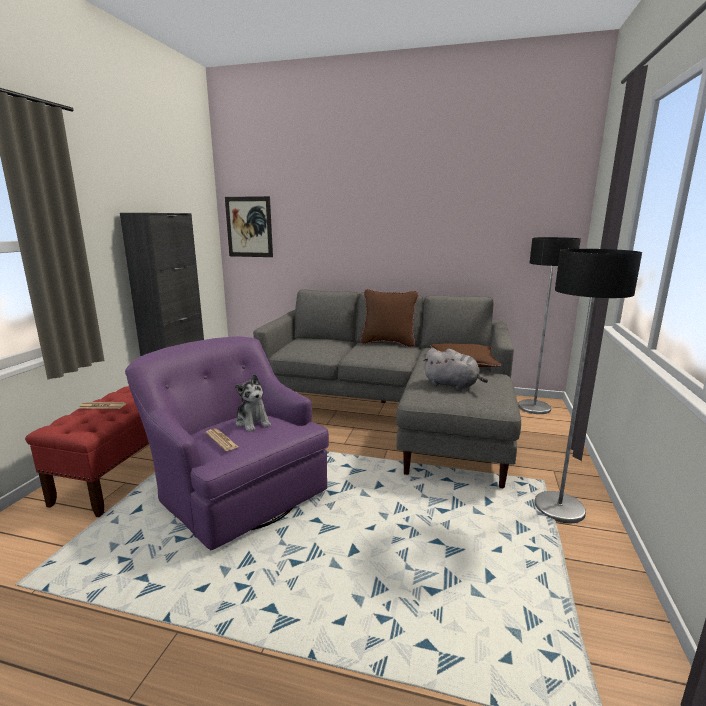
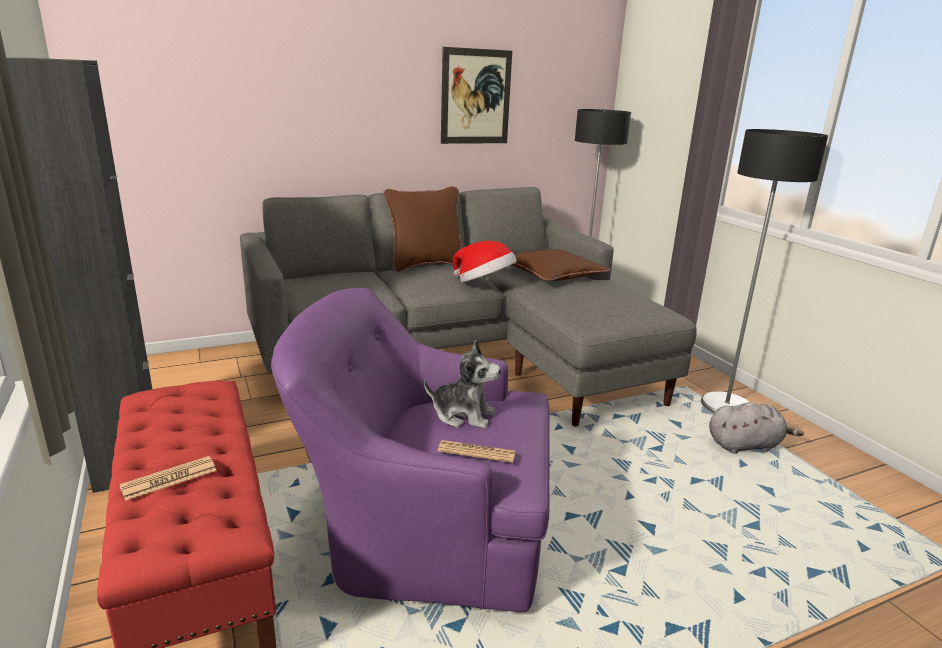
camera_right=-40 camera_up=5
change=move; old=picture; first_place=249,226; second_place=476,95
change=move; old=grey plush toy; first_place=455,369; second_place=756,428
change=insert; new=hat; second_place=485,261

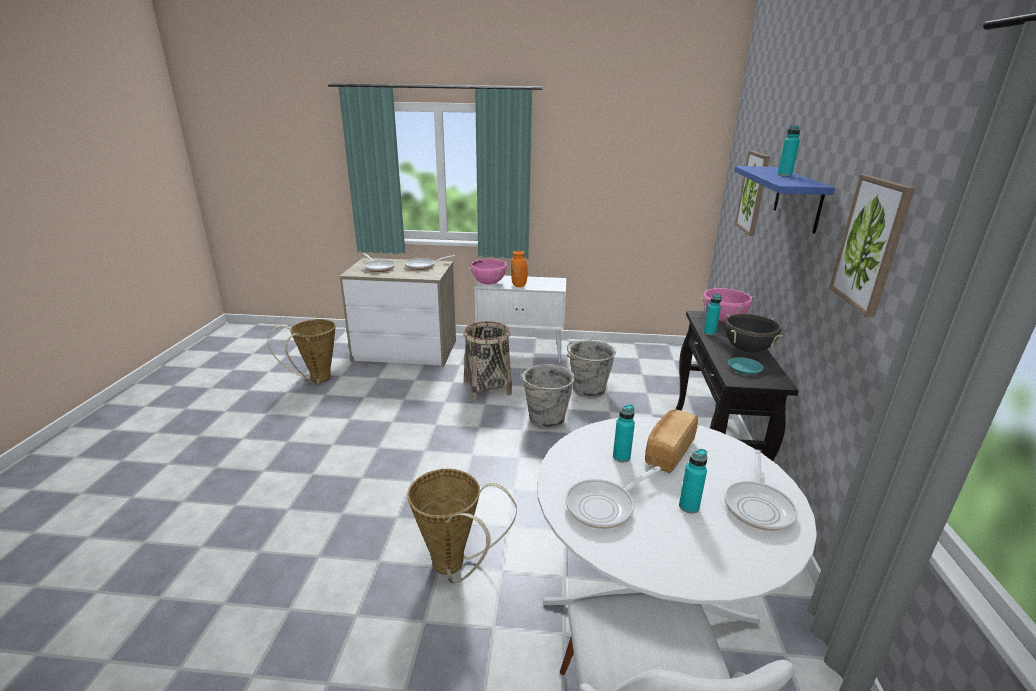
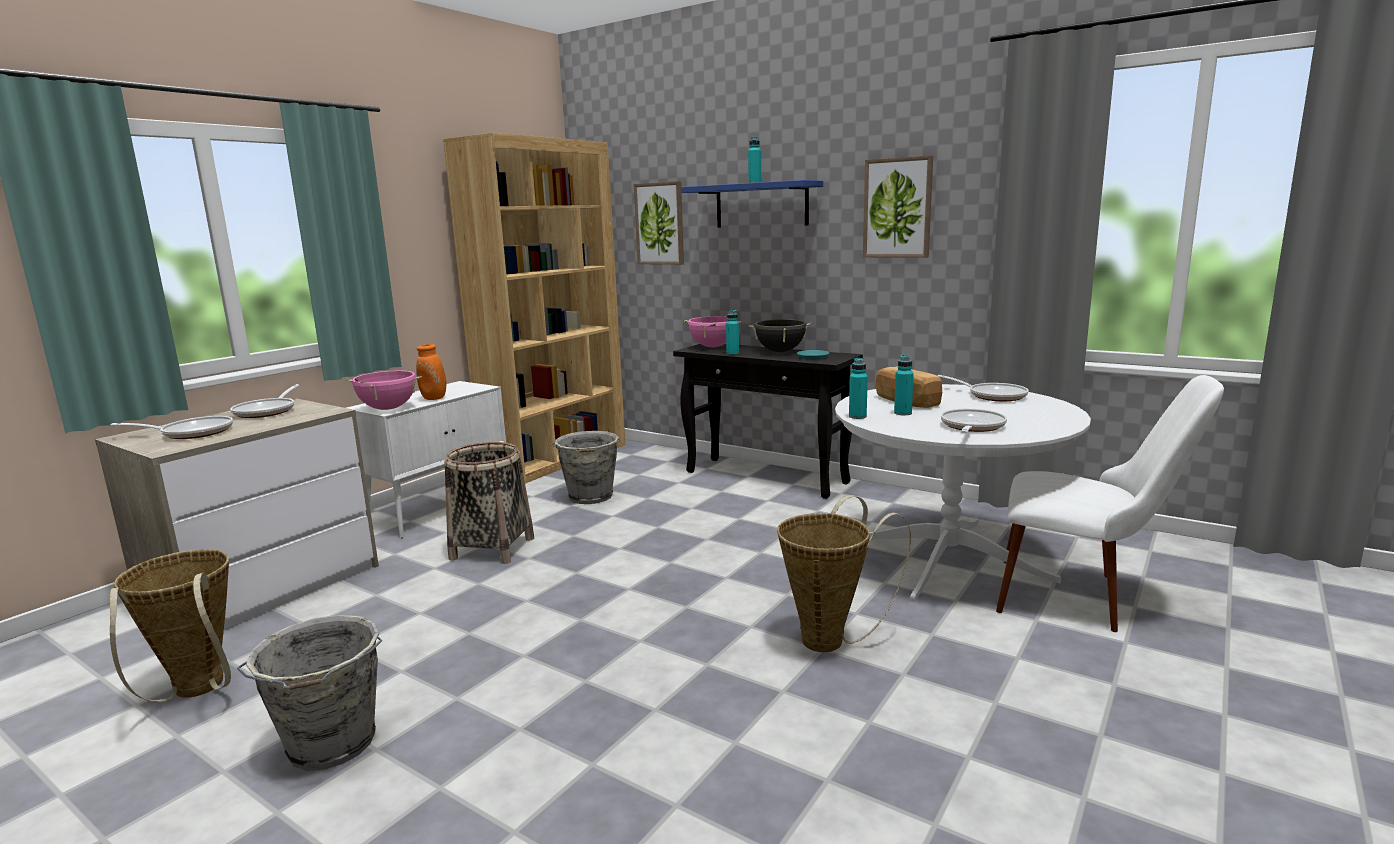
camera_right=-60 camera_up=-10
change=move; old=grey bucket; first_place=547,396; second_place=309,693
change=rotate; old=frying pan; first_place=613,497; second_place=974,421; degrees=-150
change=move; old=turquoise bottle; first_place=693,481; second_place=858,388
change=insert; new=brown bookcase; second_place=534,308

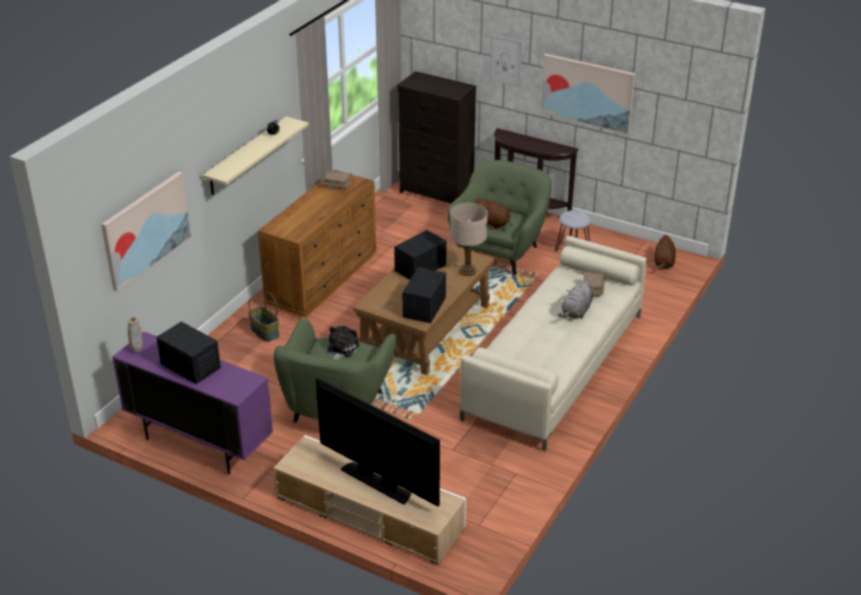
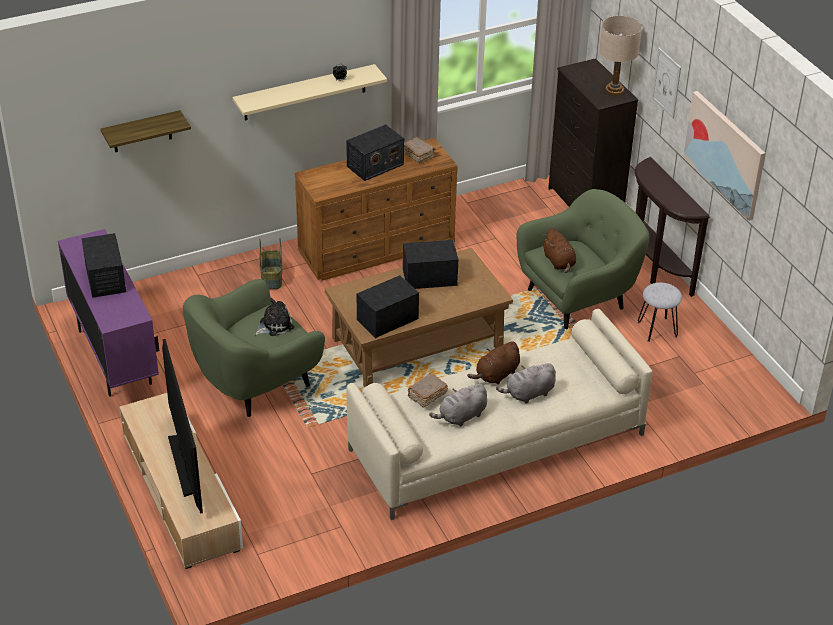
camera_right=35 camera_up=5
change=replace; old=picture; new=shelf; first_place=146,231; second_place=145,131
change=delete; old=beige vase; first_place=135,334
change=move; old=beige table lamp; first_place=469,239; second_place=620,56
change=move; old=brown book; first_place=594,284; second_place=428,390
change=move; old=brown plush toy; first_place=665,252; second_place=493,363
change=insert; new=radio; second_place=375,152
change=insert; new=grey plush toy; second_place=458,405

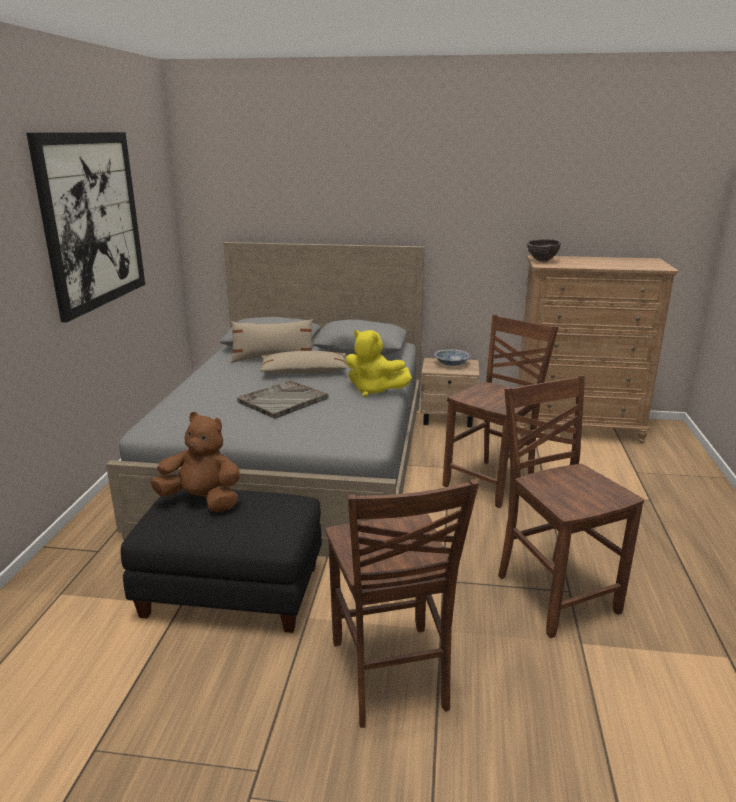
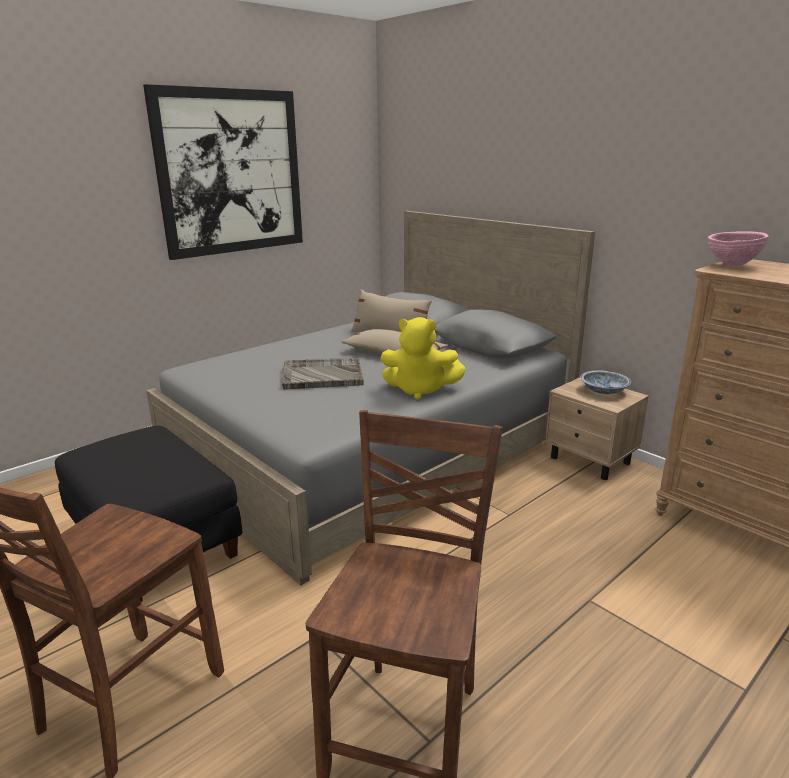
camera_right=40 camera_up=0
change=delete; old=brown plush toy; first_place=195,462
change=rotate; old=yellow plush toy; first_place=378,363; second_place=423,358; degrees=-60
change=delete; old=brown chair; first_place=500,411
change=recolor; old=brown bowl; new=pink bowl; first_place=544,250; second_place=738,248

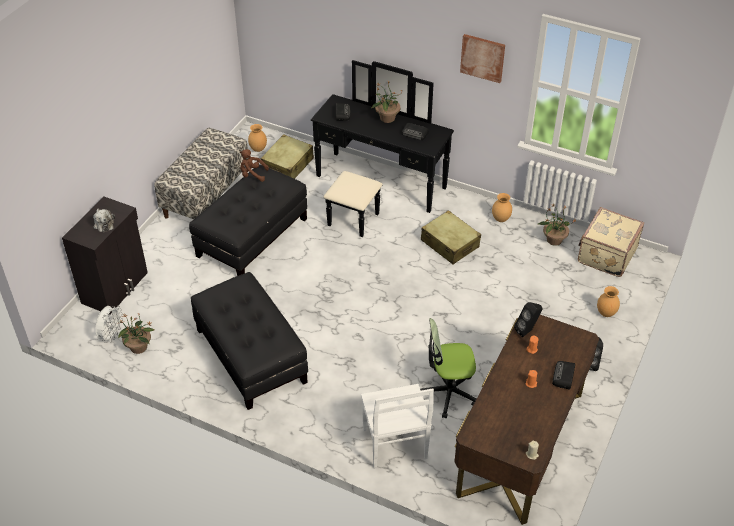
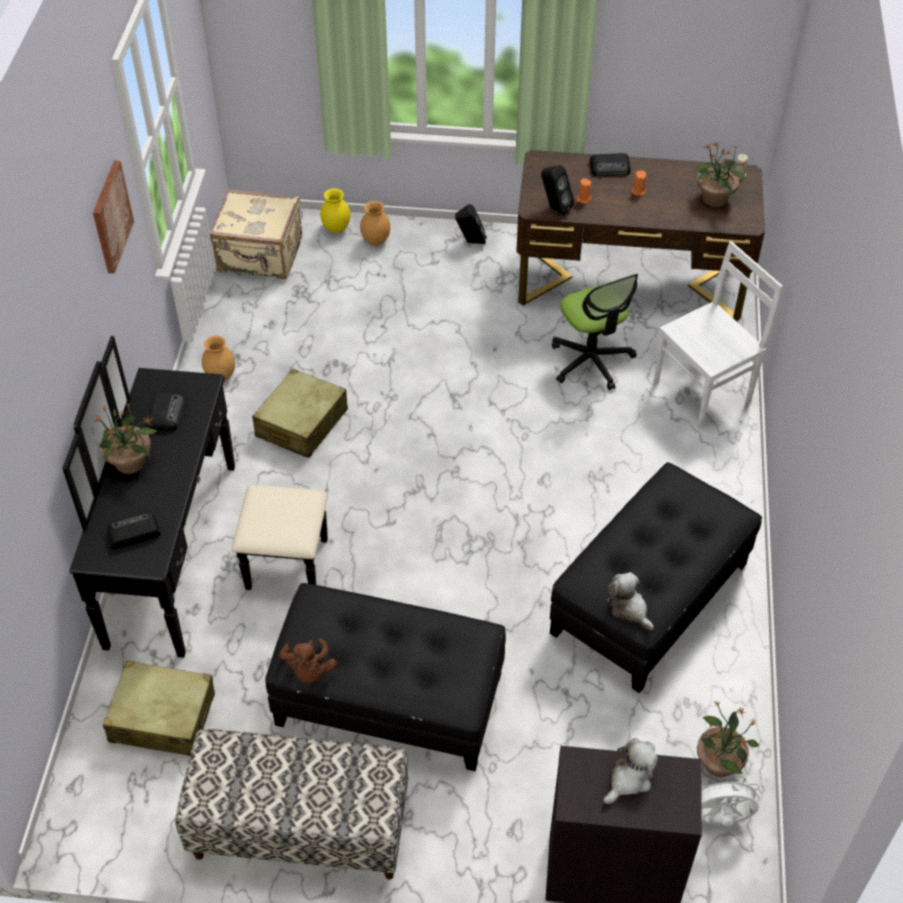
camera_right=-110 camera_up=5
change=delete; old=brown vase; first_place=257,138
change=move; old=potted plant; first_place=557,224; second_place=721,174
change=insert; new=yellow vase; second_place=335,210
change=insert; new=plush toy; second_place=630,601

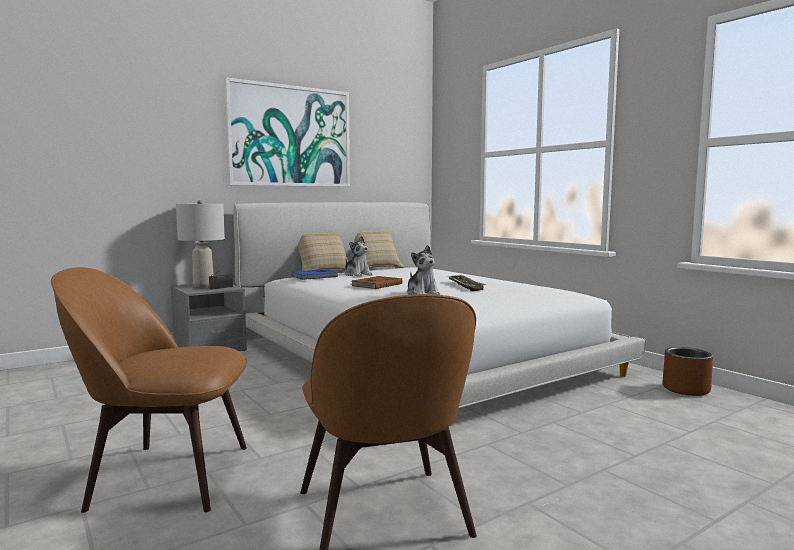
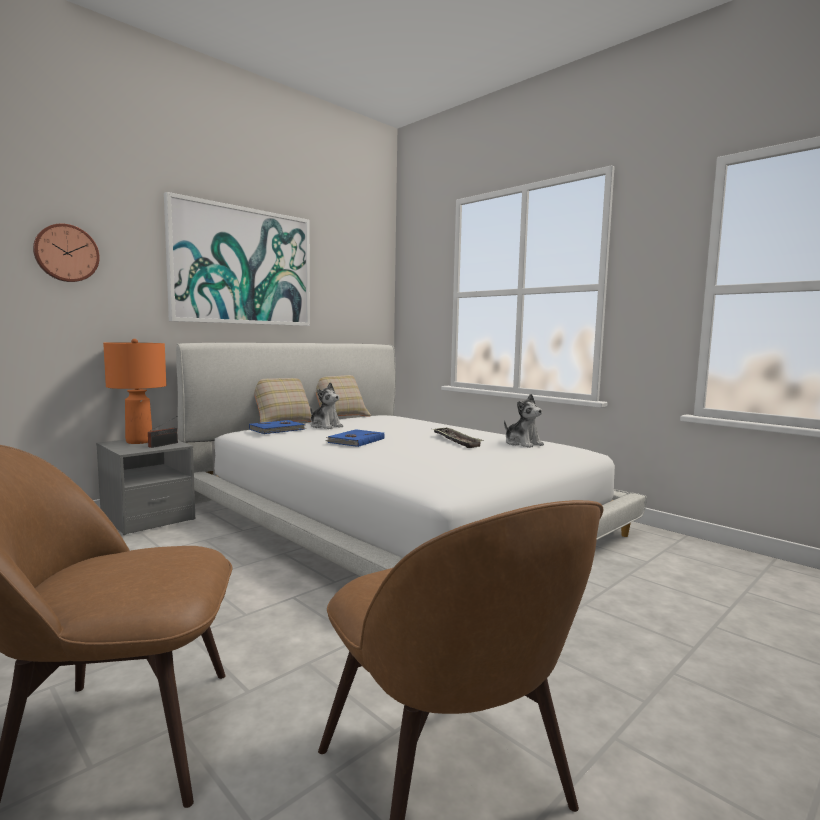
camera_right=-10 camera_up=0
change=recolor; old=grey table lamp; new=orange table lamp; first_place=200,243; second_place=134,391
change=recolor; old=brown book; new=blue book; first_place=376,282; second_place=355,438
change=move; old=plush toy; first_place=423,270; second_place=524,421
change=delete; old=brown planter; first_place=687,371
change=insert; new=wall clock; second_place=66,253

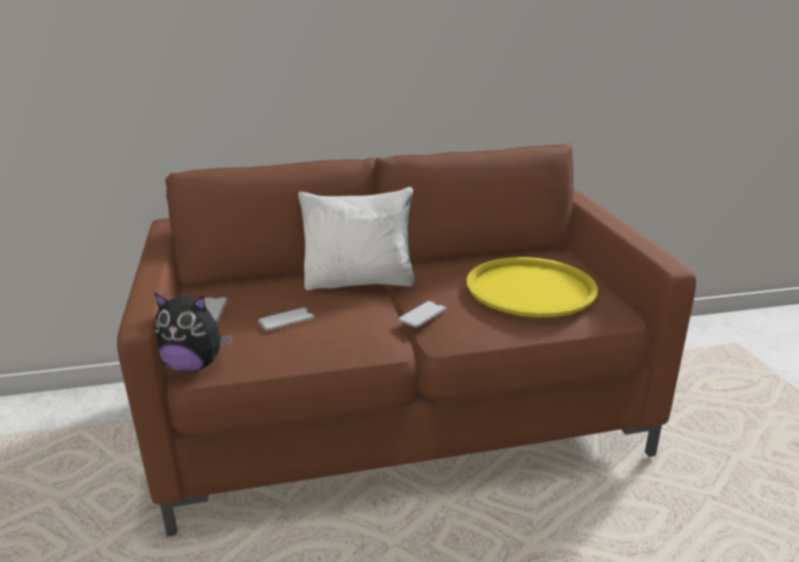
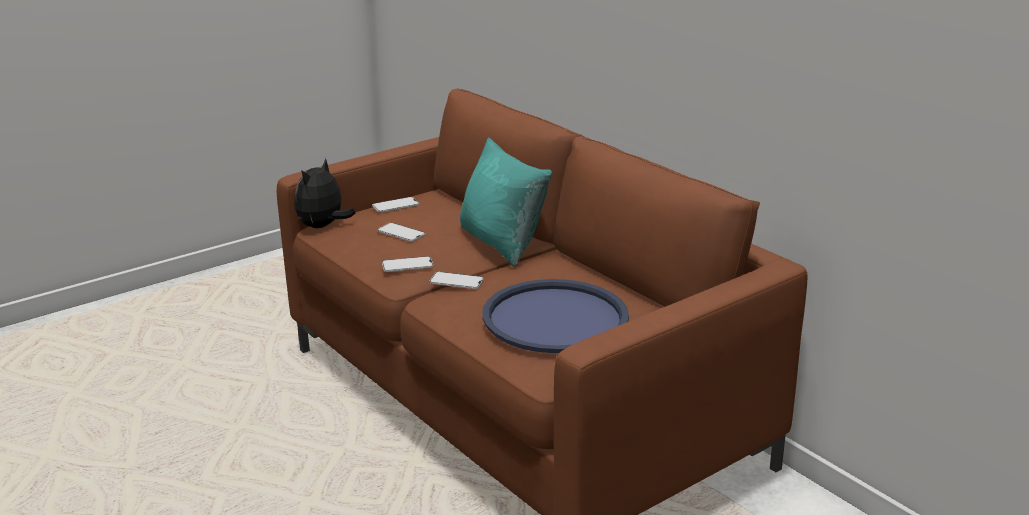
camera_right=65 camera_up=0
change=rotate; old=plush toy; first_place=193,332; second_place=324,193; degrees=45
change=recolor; old=white pillow; new=turquoise pillow; first_place=357,238; second_place=506,202
change=recolor; old=yellow tray; new=blue tray; first_place=532,287; second_place=555,316
change=insert; new=phone; second_place=407,264

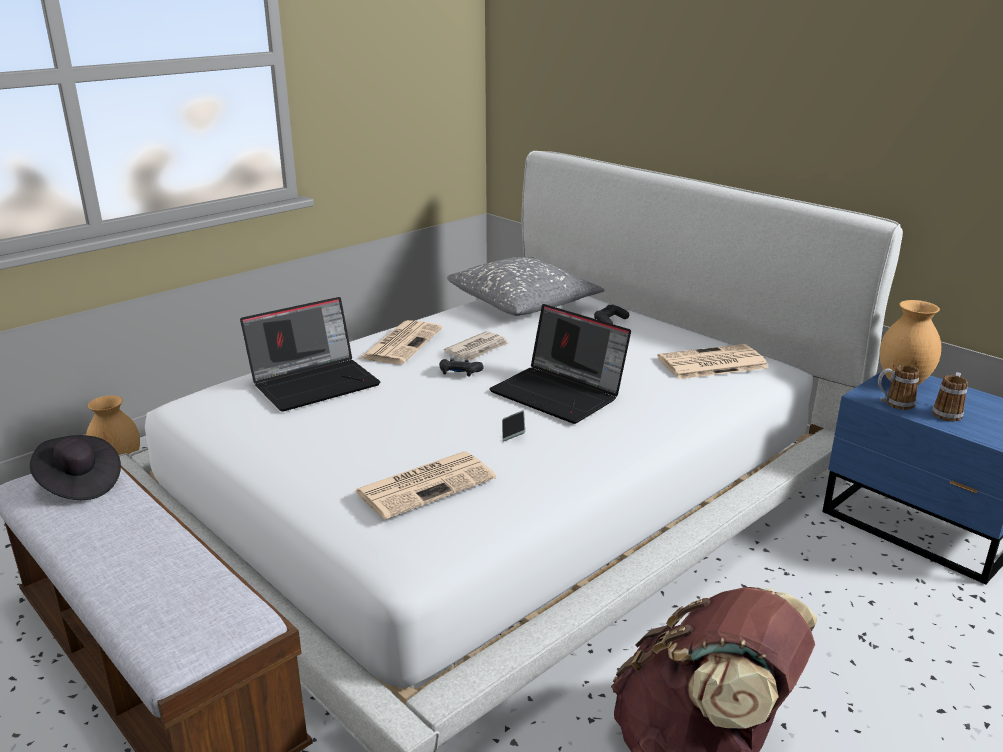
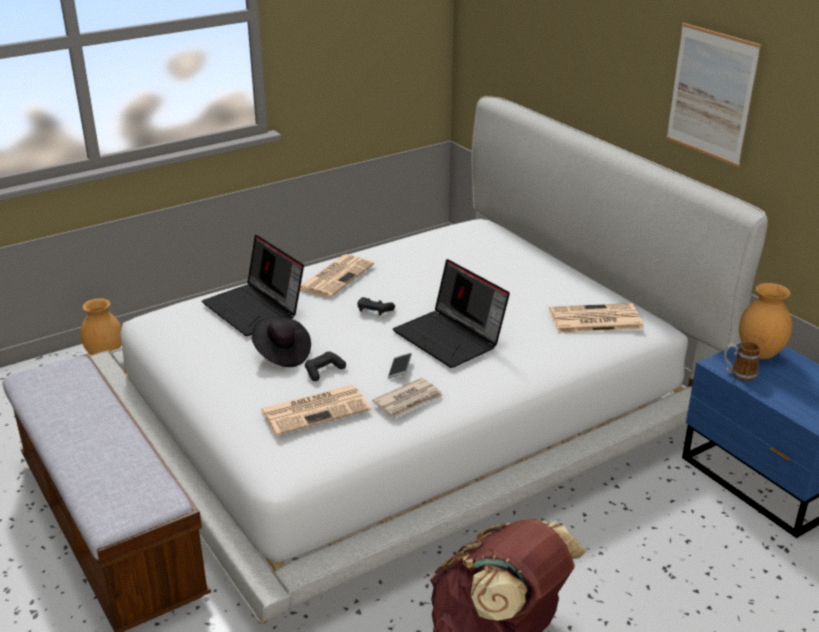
camera_right=10 camera_up=5
change=move; old=black hat; first_place=75,467; second_place=281,342
change=rotate; old=laptop; first_place=310,354; second_place=253,285; degrees=75
change=move; old=newspaper; first_place=476,346; second_place=407,398
change=delete; old=grey pillow; first_place=526,286
change=move; old=black game controller; first_place=611,314; second_place=325,366
change=delete; old=mug; first_place=950,396
change=insert; new=picture; second_place=713,95

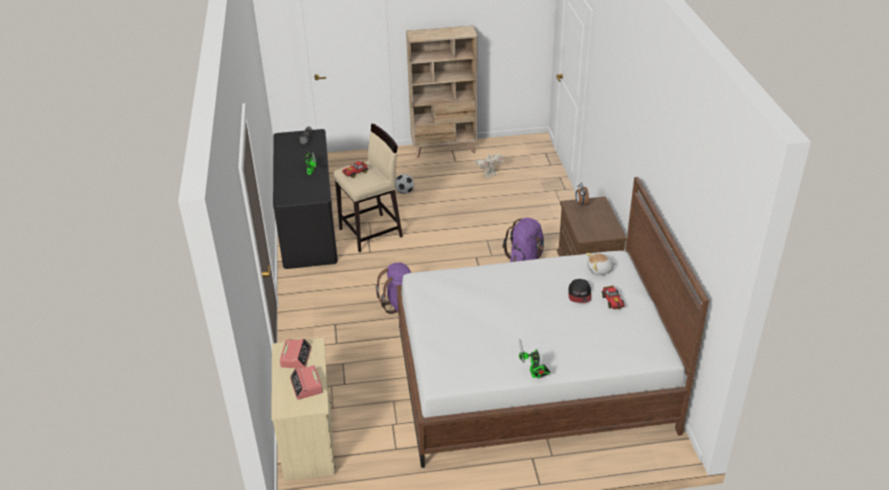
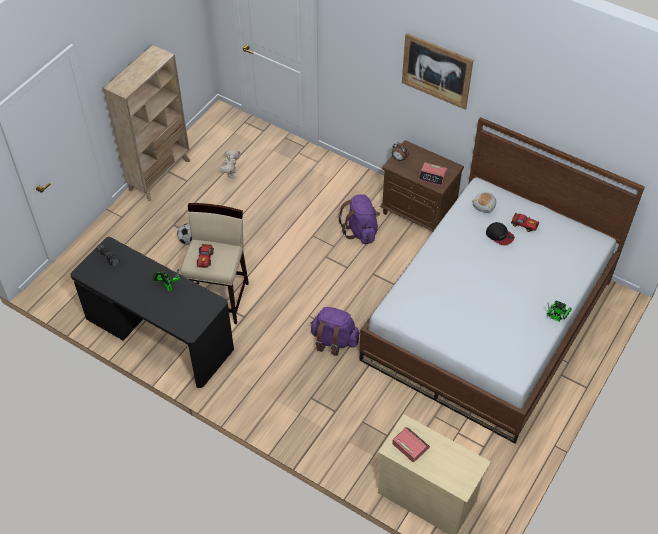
camera_right=-50 camera_up=15
change=move; old=alarm clock; first_place=306,382; second_place=432,174
change=insert; new=picture; second_place=437,71

